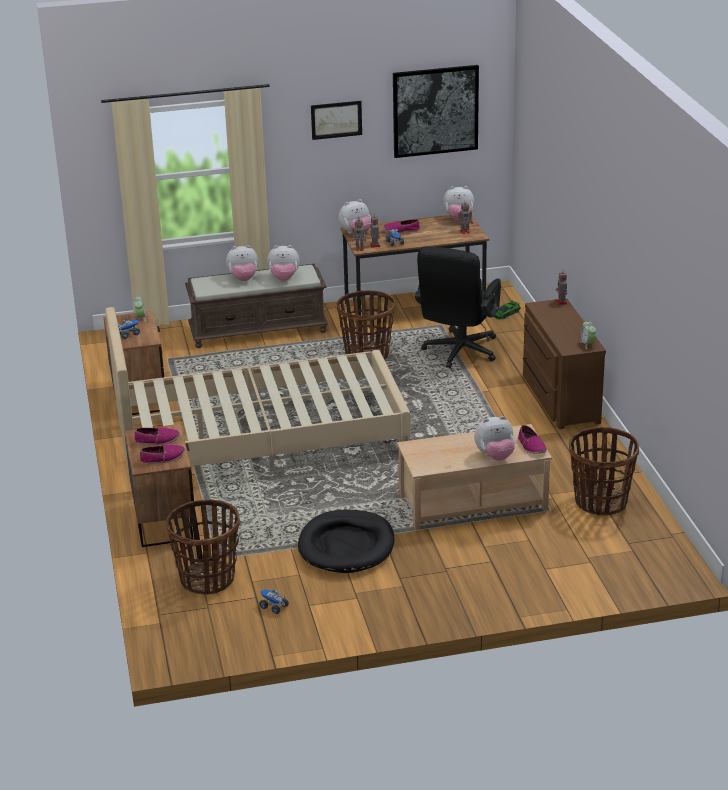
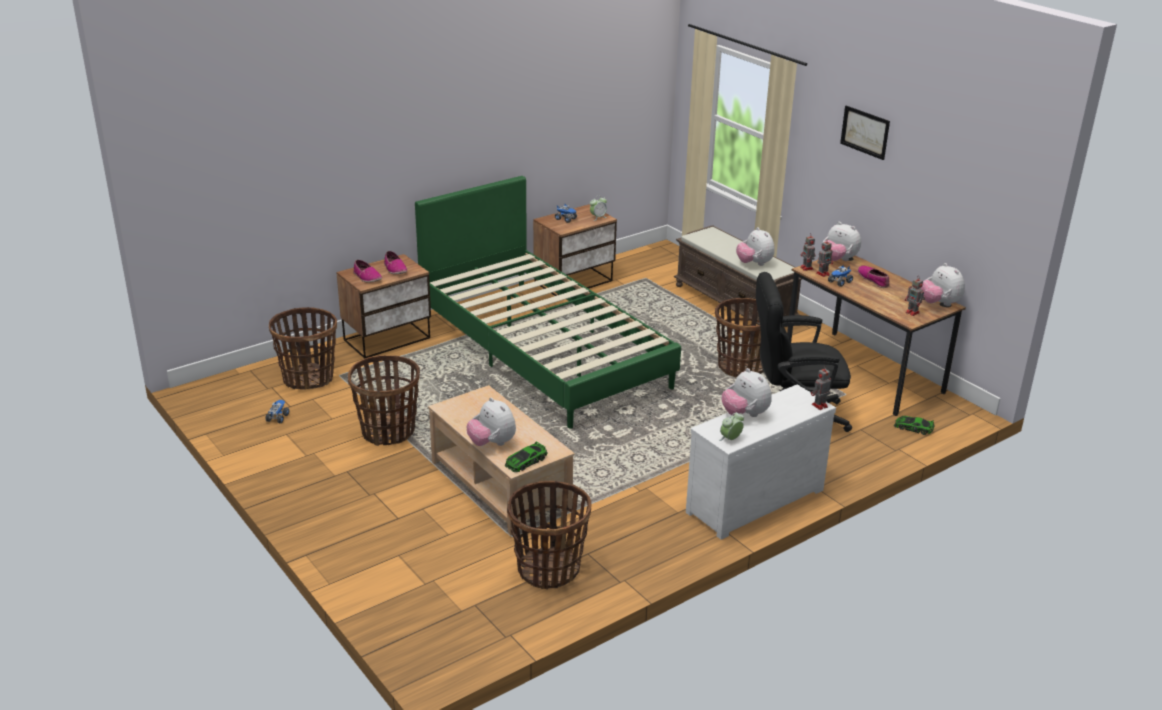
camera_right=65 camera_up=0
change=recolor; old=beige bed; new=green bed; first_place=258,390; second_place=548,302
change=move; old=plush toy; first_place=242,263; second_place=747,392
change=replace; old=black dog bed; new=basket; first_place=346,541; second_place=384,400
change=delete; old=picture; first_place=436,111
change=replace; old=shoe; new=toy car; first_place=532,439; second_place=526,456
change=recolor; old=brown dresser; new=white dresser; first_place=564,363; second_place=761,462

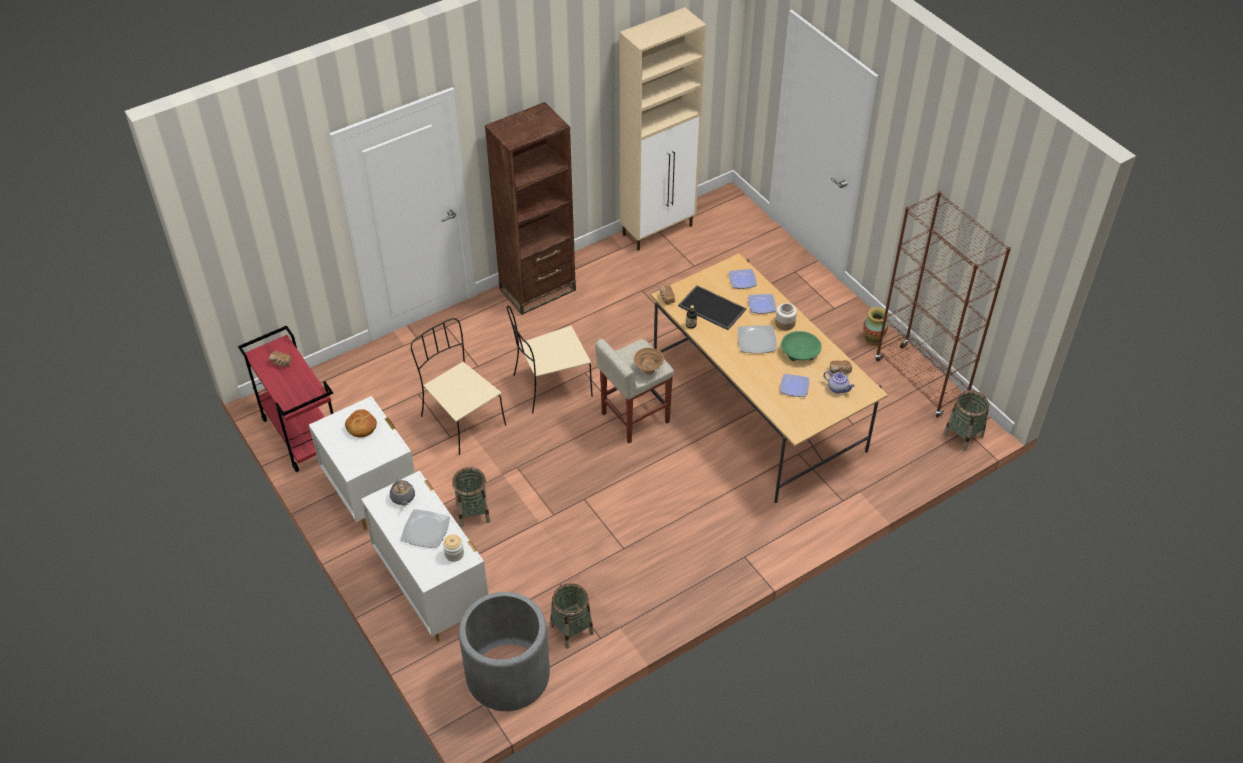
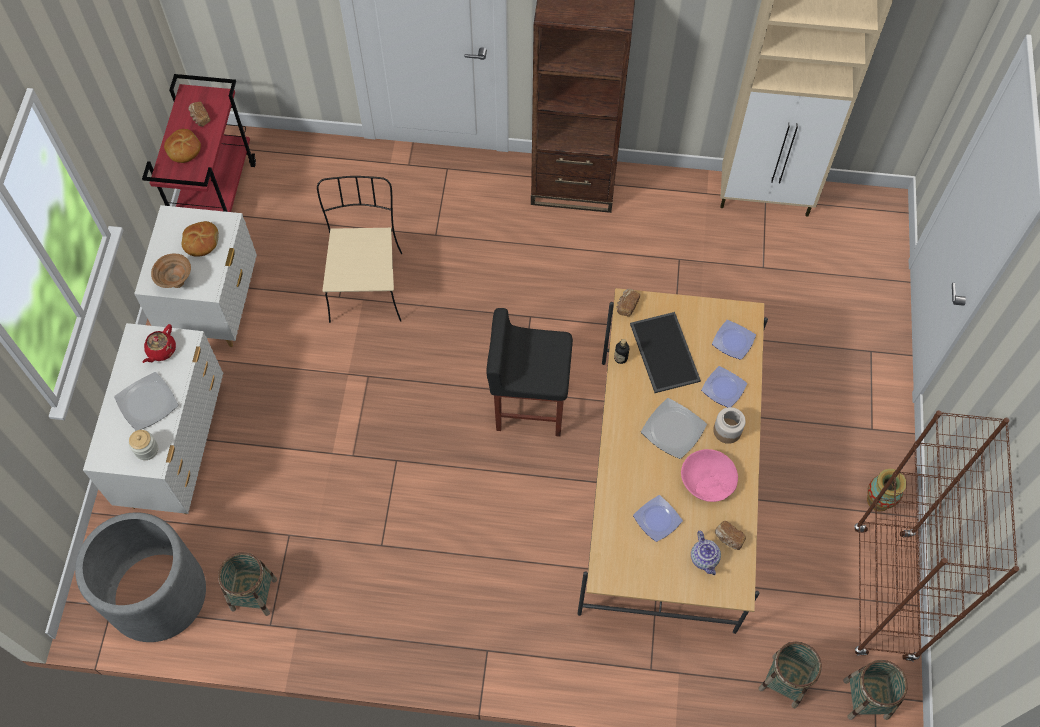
camera_right=40 camera_up=15
change=recolor; old=grey teapot; new=red teapot; first_place=402,490; second_place=159,343
change=move; old=basket; first_place=471,497; second_place=790,675
change=delete; old=beige chair; first_place=550,360
change=recolor; old=beige stool; new=black stool; first_place=635,391; second_place=529,372
change=move; old=brown bowl; first_place=649,361; second_place=171,271
change=recolor; old=green bowl; new=pink bowl; first_place=801,346; second_place=709,475
change=insert; new=bread; second_place=182,146

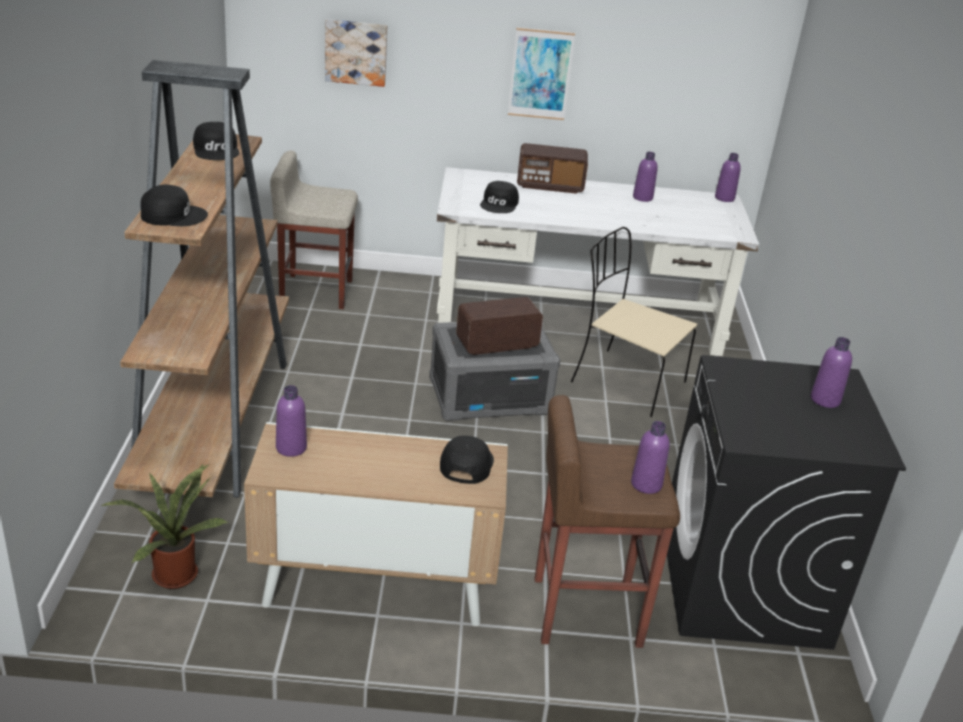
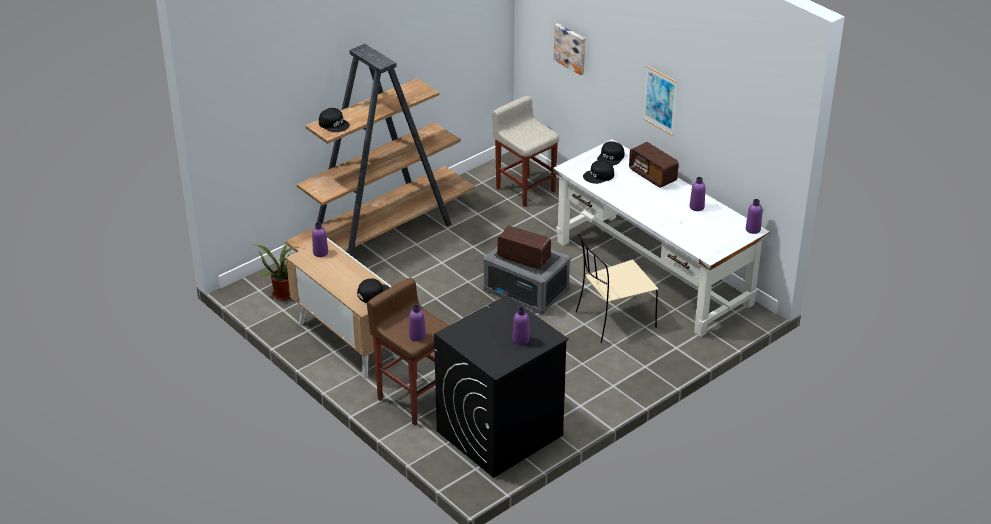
camera_right=50 camera_up=5
change=move; old=black cap; first_place=216,141; second_place=610,153
change=rotate; old=beige chair; first_place=634,322; second_place=617,288; degrees=-105

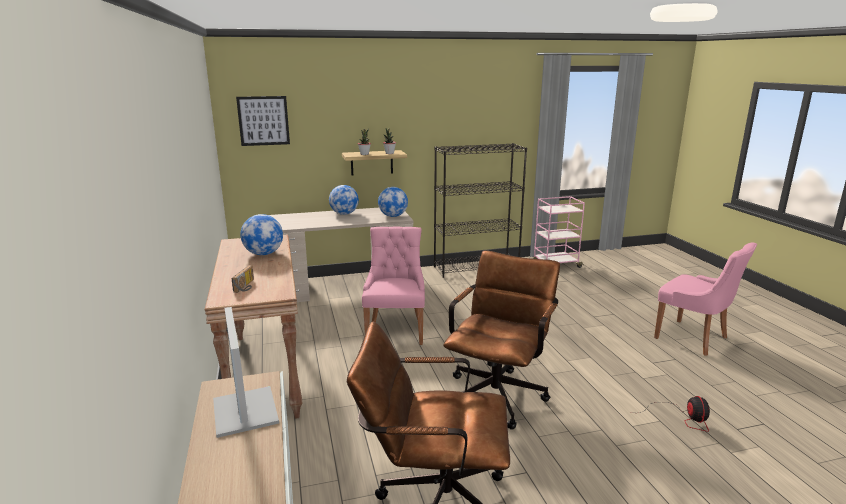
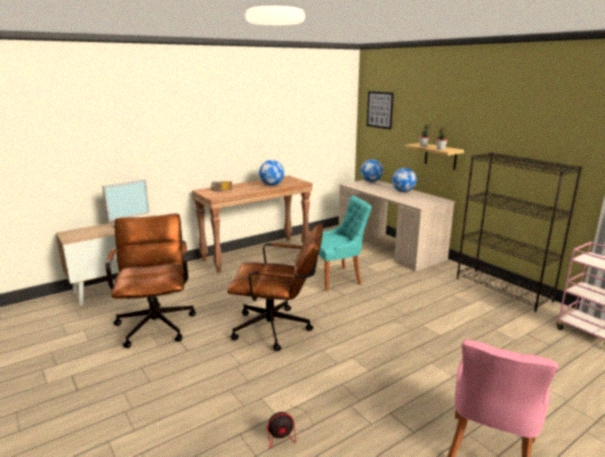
camera_right=70 camera_up=0
change=recolor; old=pink chair; new=turquoise chair; first_place=393,285; second_place=345,243
change=move; old=globe; first_place=393,202; second_place=372,170

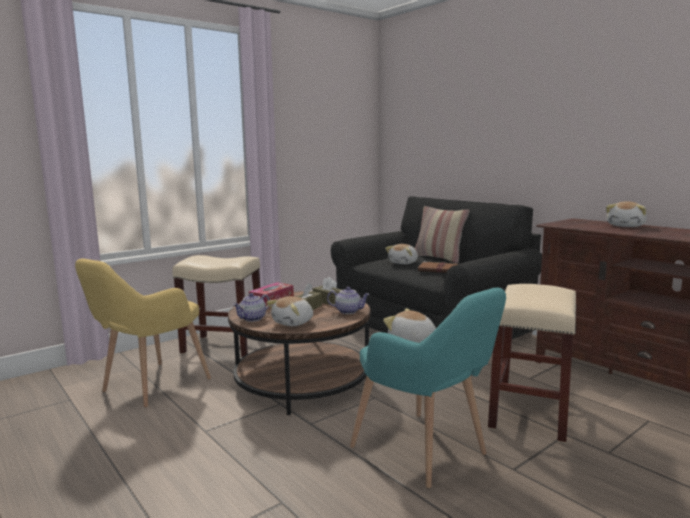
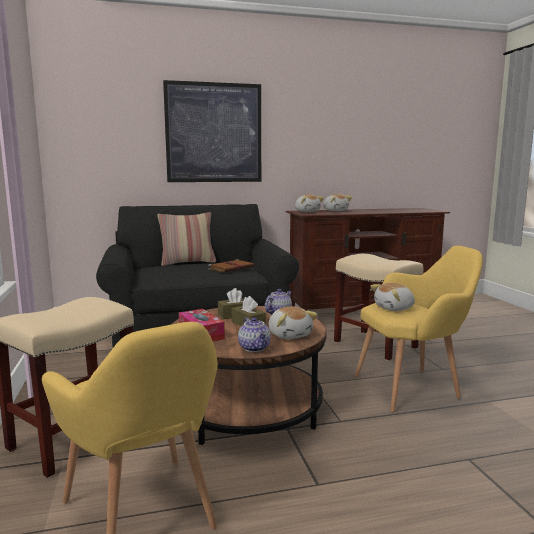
camera_right=-65 camera_up=0
change=recolor; old=turquoise armchair; new=yellow armchair; first_place=428,387; second_place=419,329
change=move; old=plush toy; first_place=401,254; second_place=309,203
change=insert; new=picture; second_place=212,131

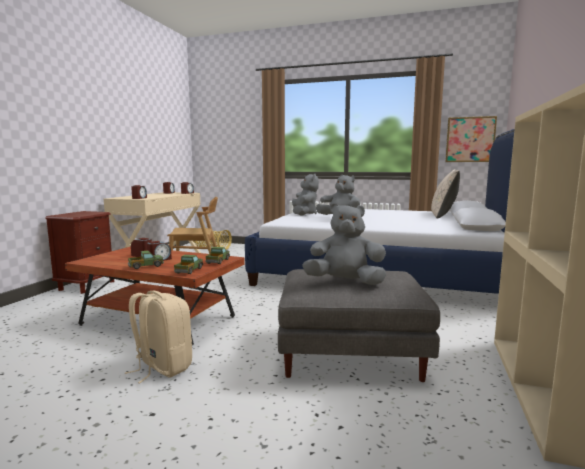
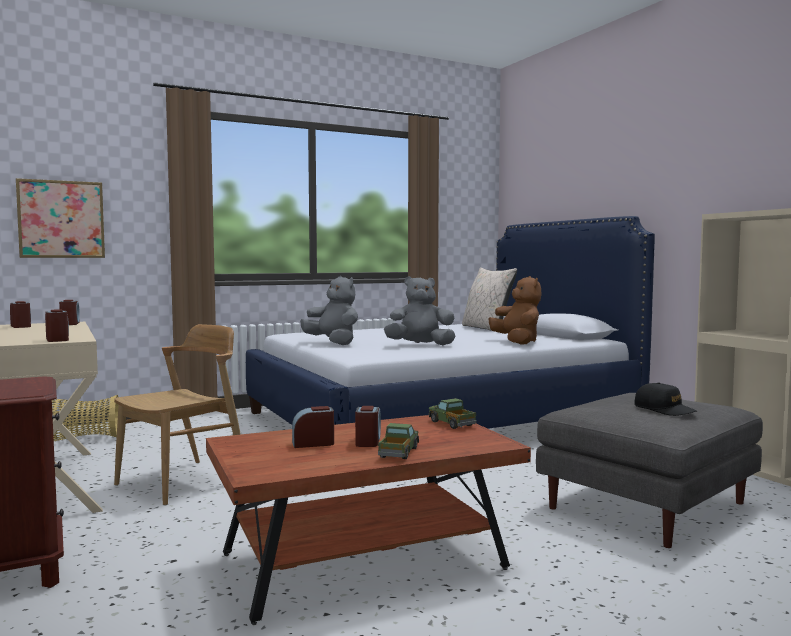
camera_right=-45 camera_up=-5
change=delete; old=beige backpack; first_place=158,337
change=delete; old=toy truck; first_place=188,264
change=replace; old=grey plush toy; new=black cap; first_place=344,244; second_place=665,399
change=move; old=picture; first_place=471,139; second_place=60,218
change=insert; new=brown plush toy; second_place=515,310

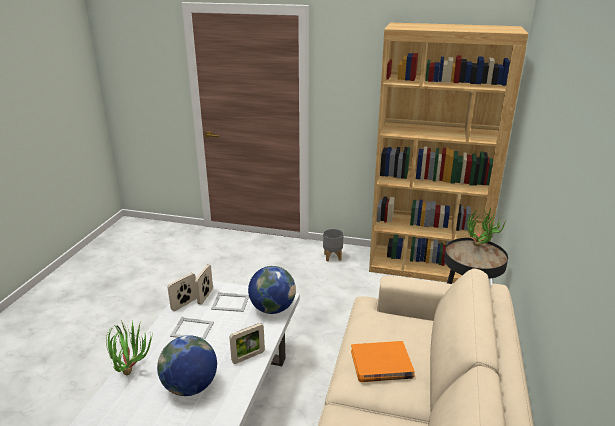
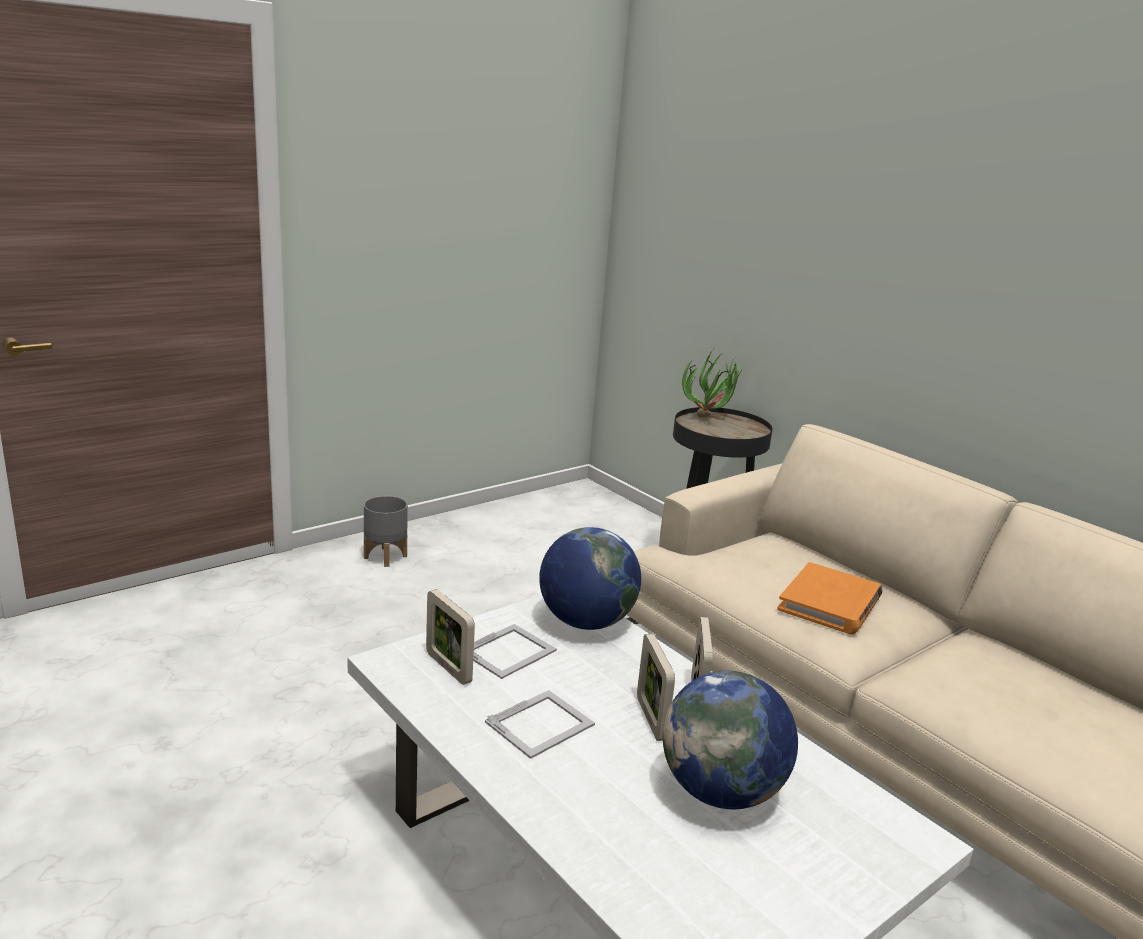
camera_right=-55 camera_up=-5
change=delete; old=potted plant; first_place=129,347
change=move; old=picture frame; first_place=182,292; second_place=656,687
change=delete; old=brown bookcase; first_place=448,153

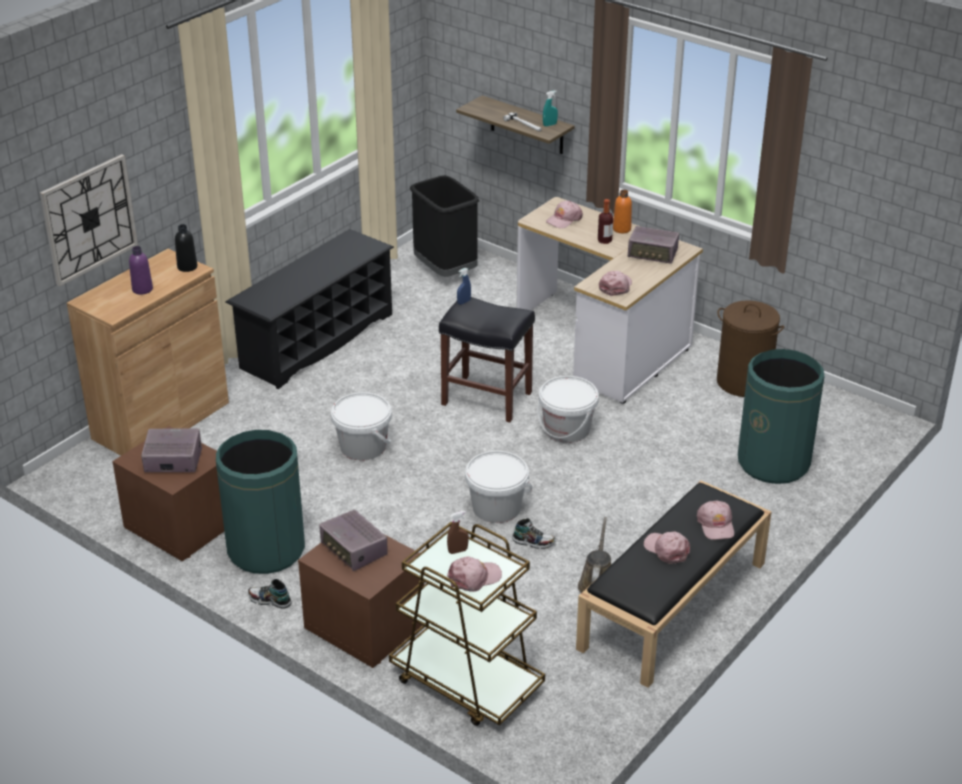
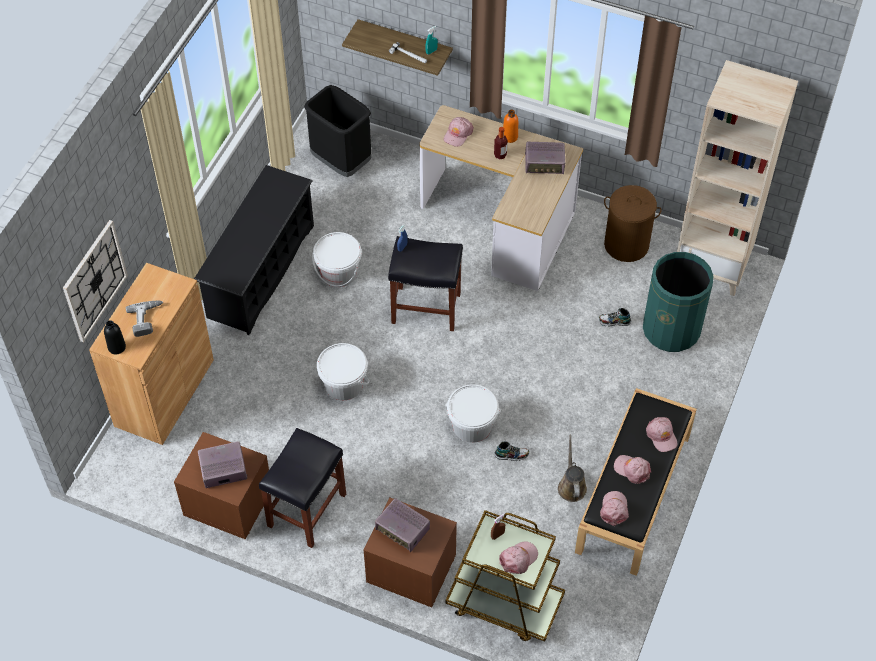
camera_right=-15 camera_up=20
change=replace; old=purple bottle; new=power drill; first_place=141,270; second_place=144,318
change=move; old=black bottle; first_place=186,248; second_place=115,337
change=replace; old=green trash can; new=black stool; first_place=260,502; second_place=302,488
change=move; old=shoe; first_place=270,594; second_place=614,317
change=move; old=white bucket; first_place=568,409; second_place=337,259
change=move; old=pink cap; first_place=615,283; second_place=614,508
change=insert; new=beige bookcase; second_place=737,178

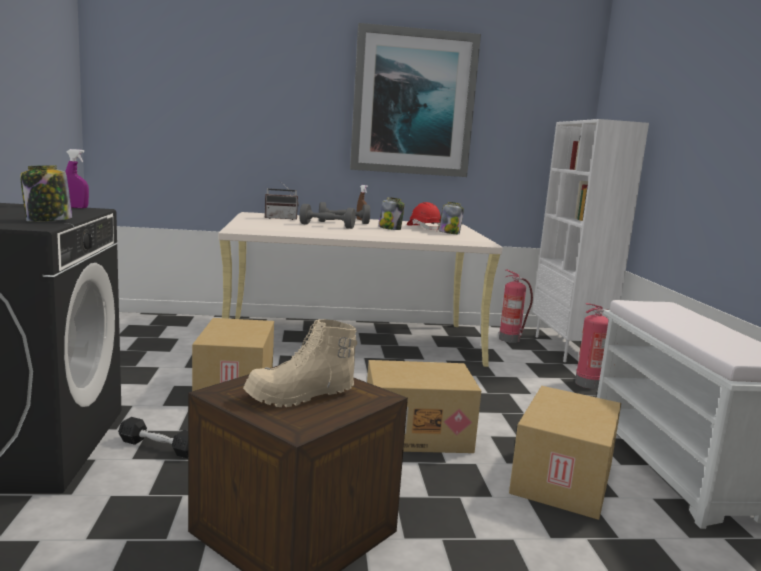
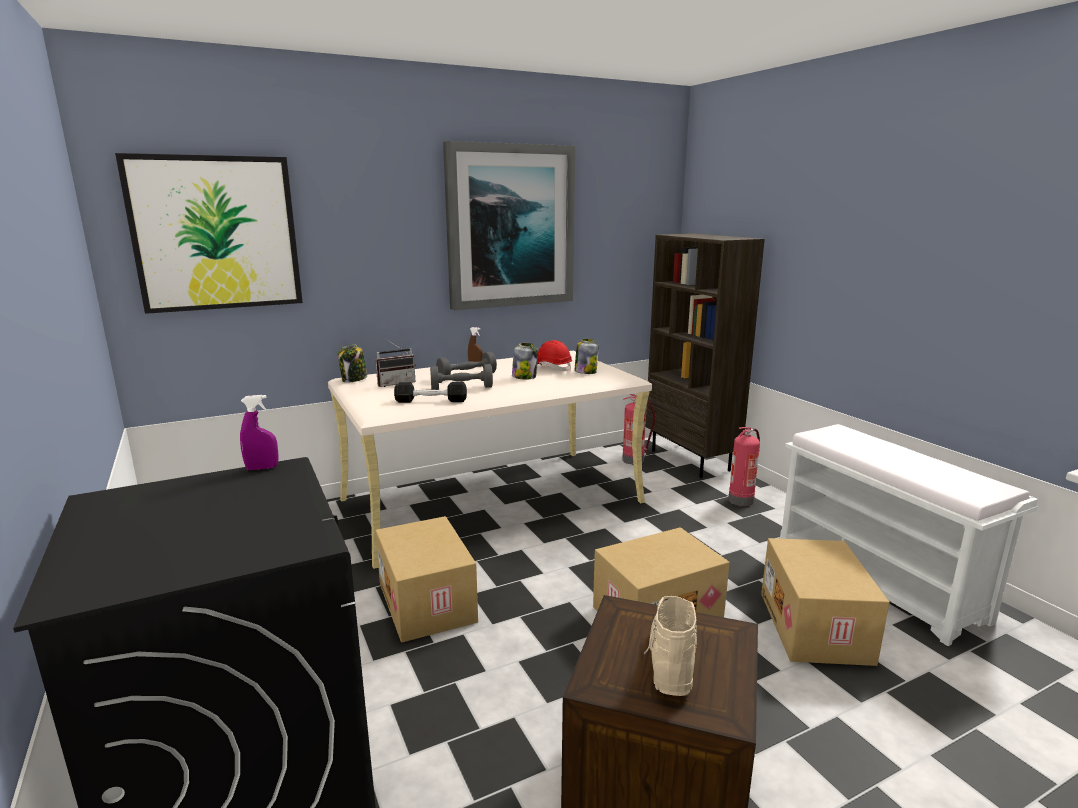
camera_right=-20 camera_up=5
change=move; old=jar; first_place=46,193; second_place=352,363
change=move; old=black dumbbell; first_place=153,437; second_place=430,392
change=rotate; old=beige boot; first_place=300,363; second_place=670,646; degrees=150
change=recolor; old=white bookcase; new=brown bookcase; first_place=590,240; second_place=705,355
change=insert; new=picture; second_place=209,233

